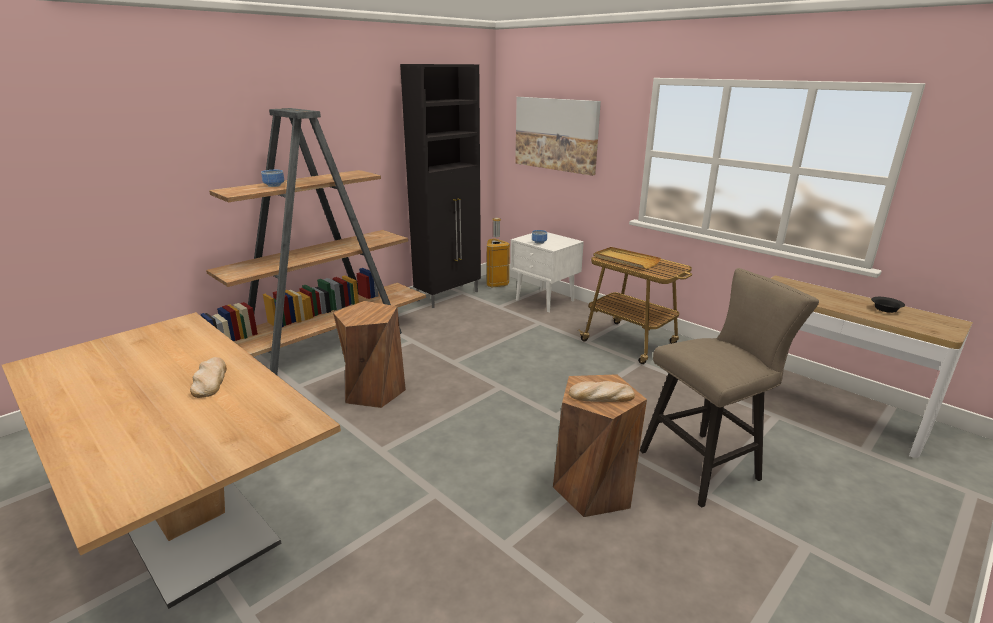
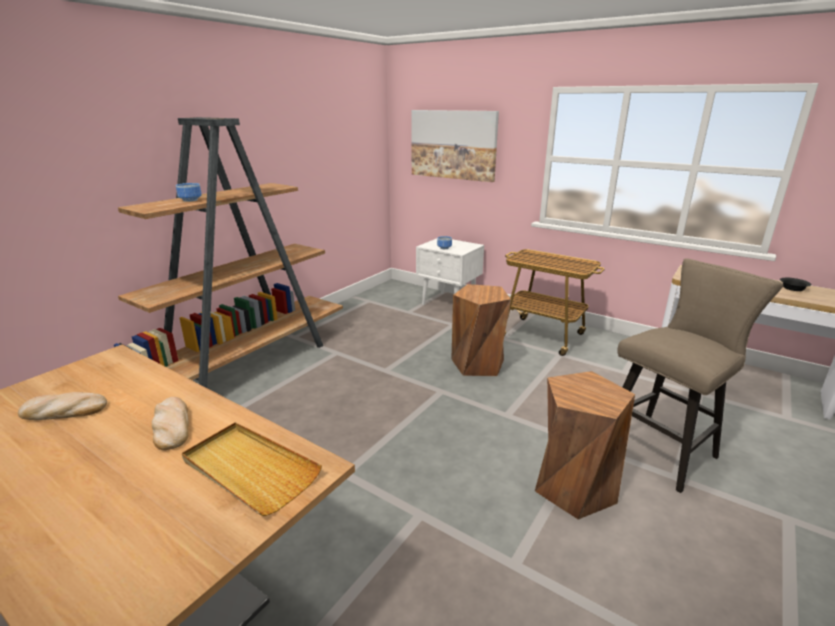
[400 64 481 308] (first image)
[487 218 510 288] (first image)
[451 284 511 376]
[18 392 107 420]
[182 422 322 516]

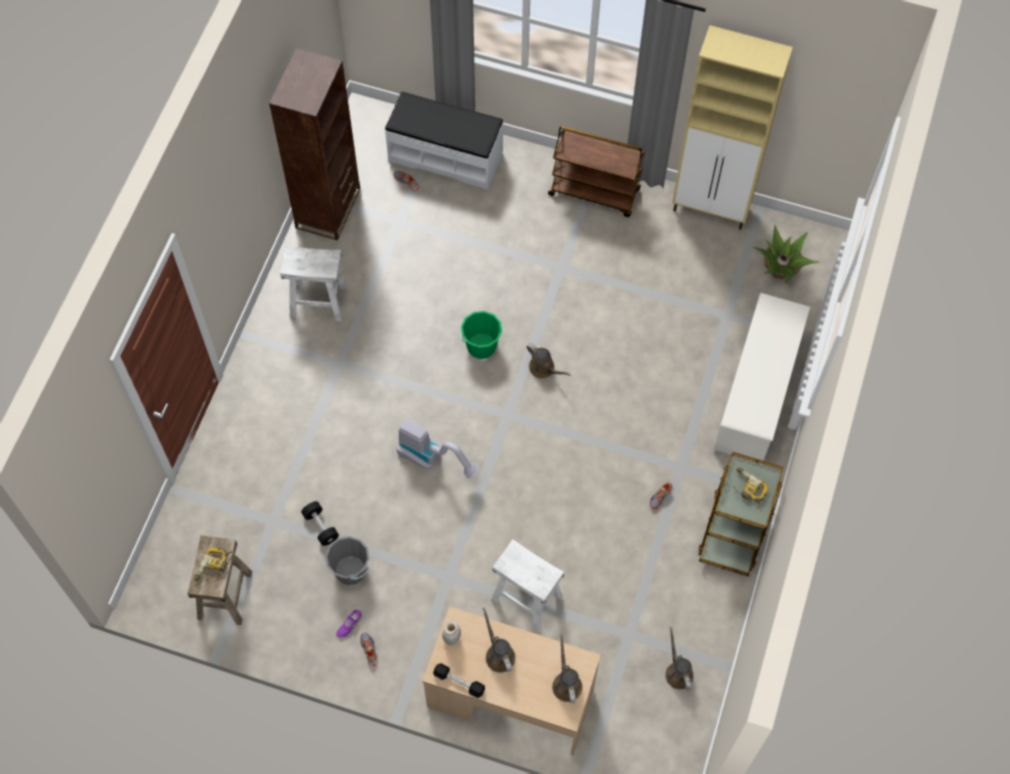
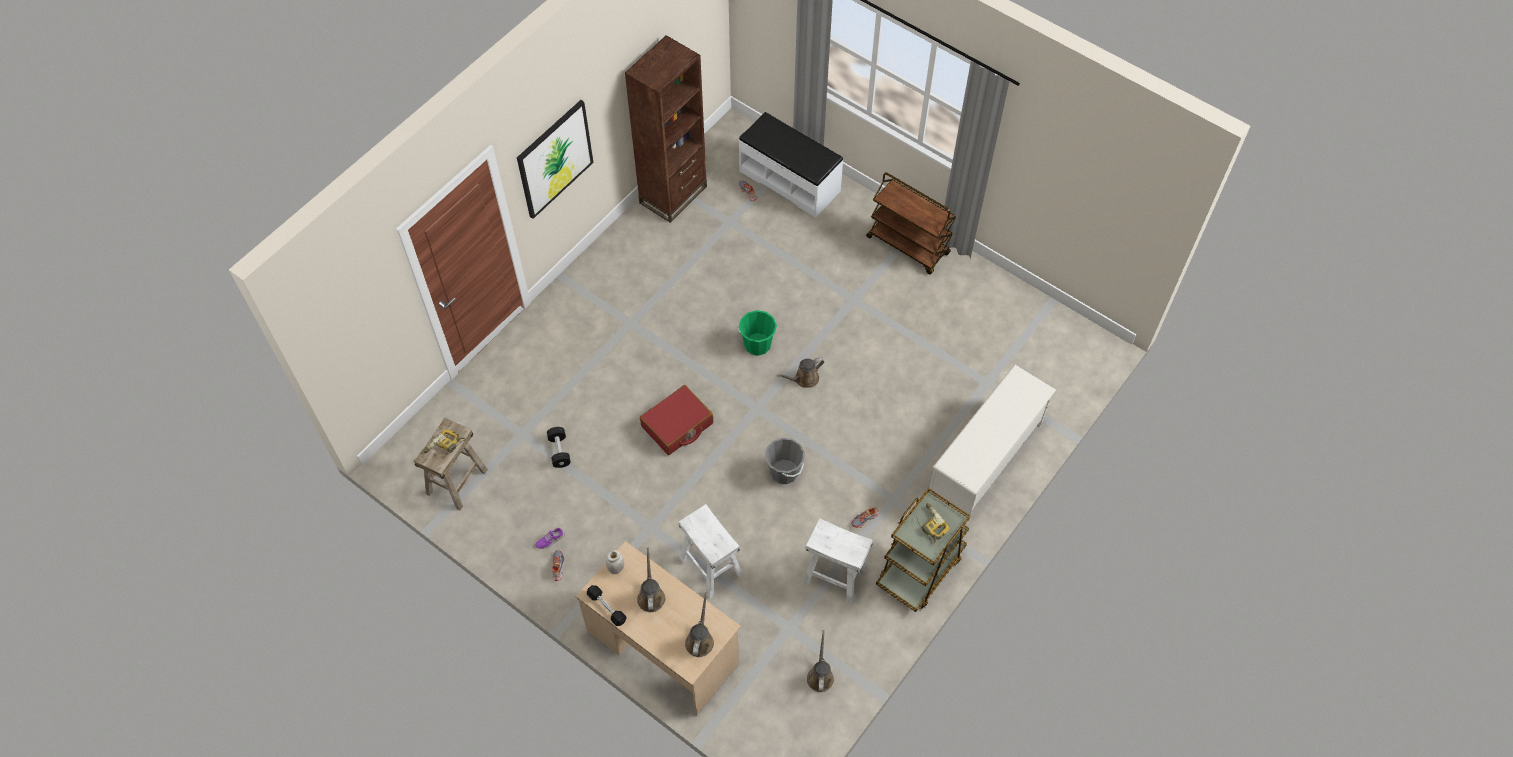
[672 25 793 230] (first image)
[753 225 820 283] (first image)
[517 100 594 219]
[803 518 873 604]
[765 438 805 484]
[640 385 713 455]
[777 358 824 388]

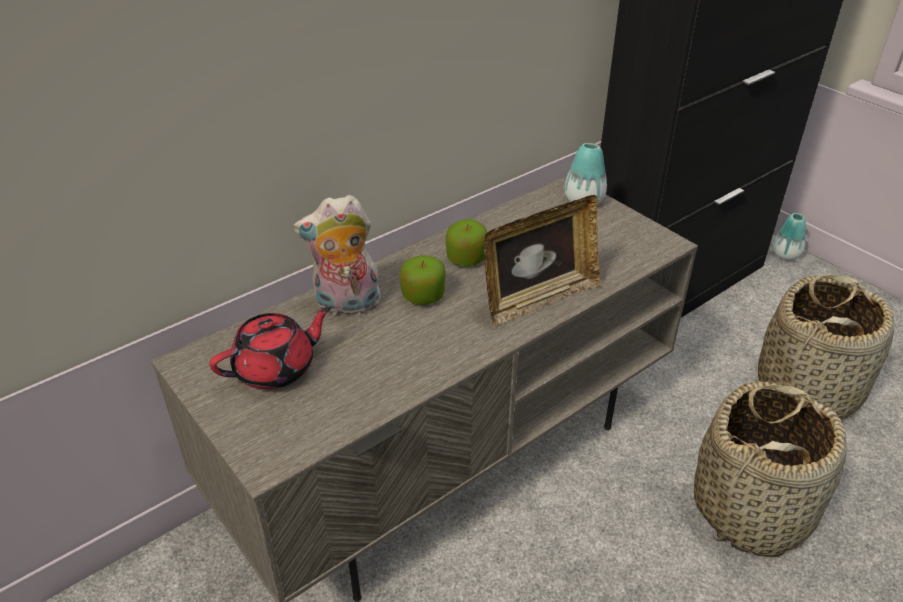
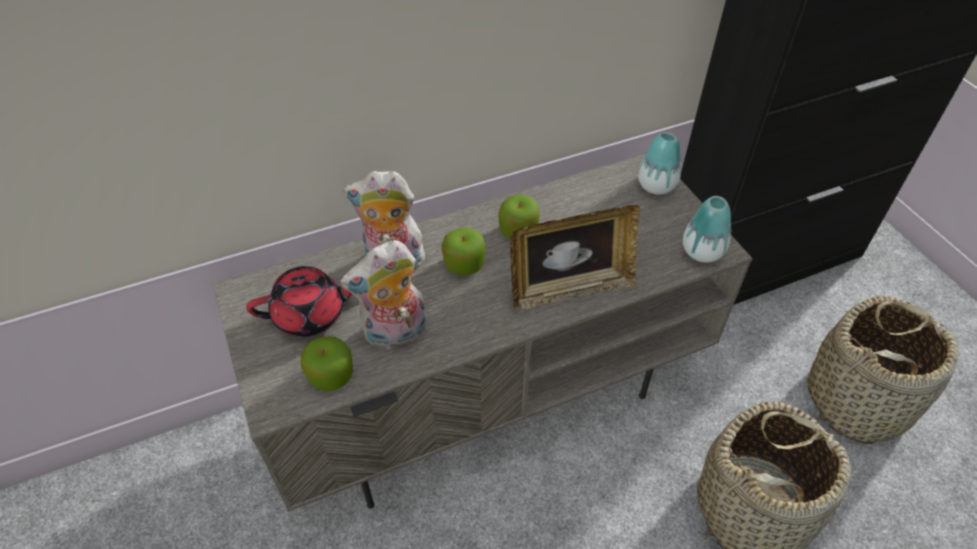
[301 336 353 391]
[340 240 426 350]
[683 196 731 263]

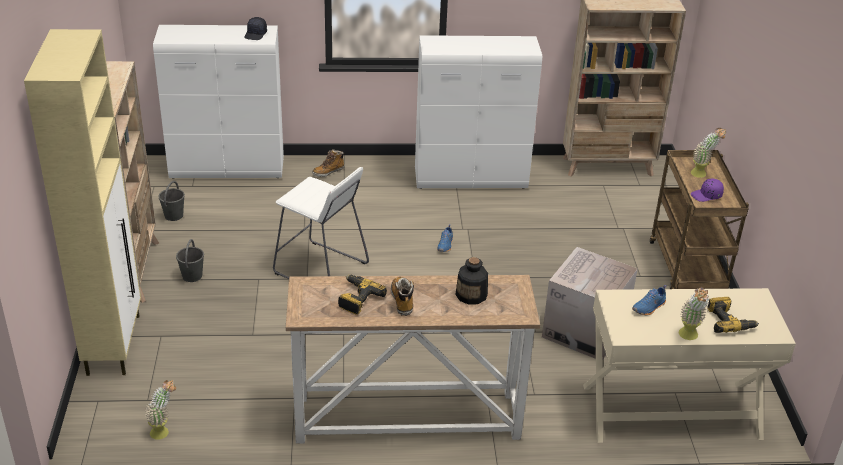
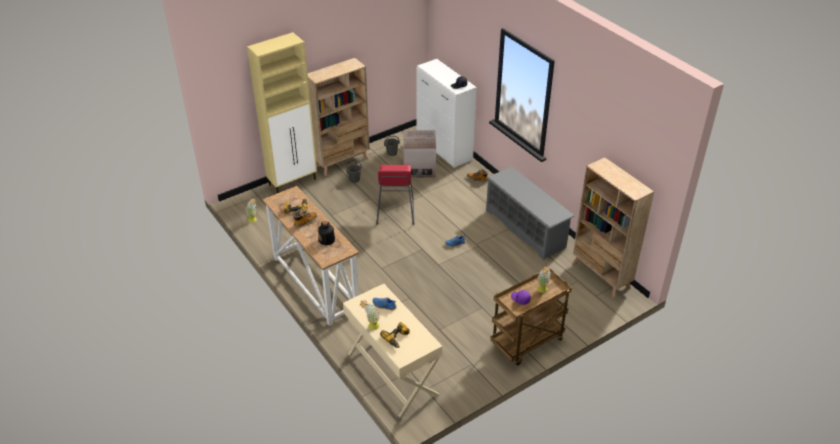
[403 130 436 178]
[486 166 575 260]
[376 165 414 225]

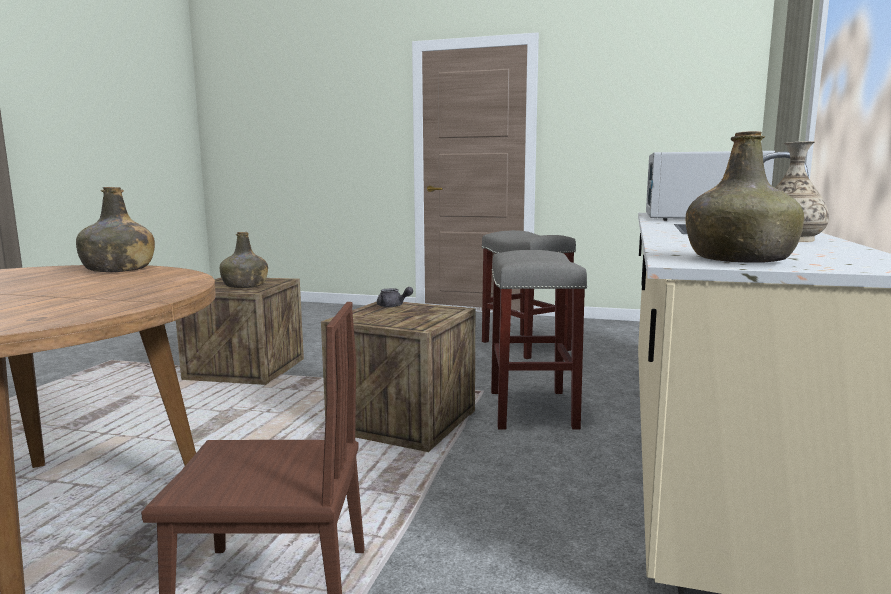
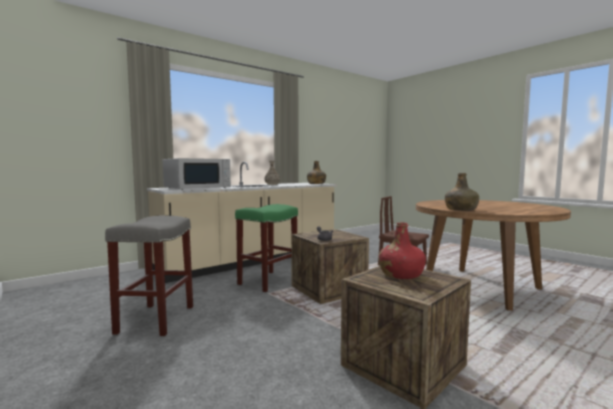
[379 222 426 279]
[235 204 298 292]

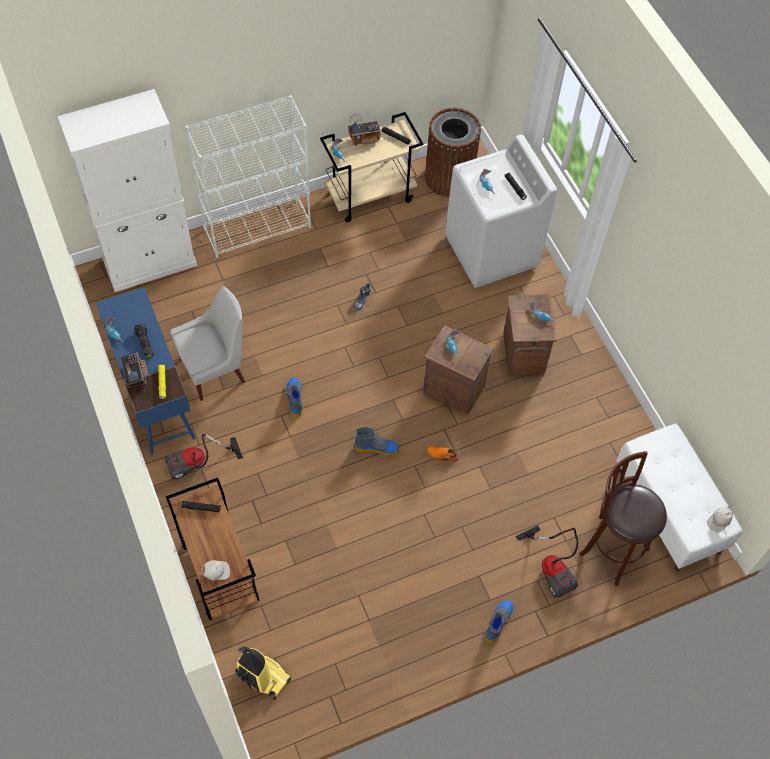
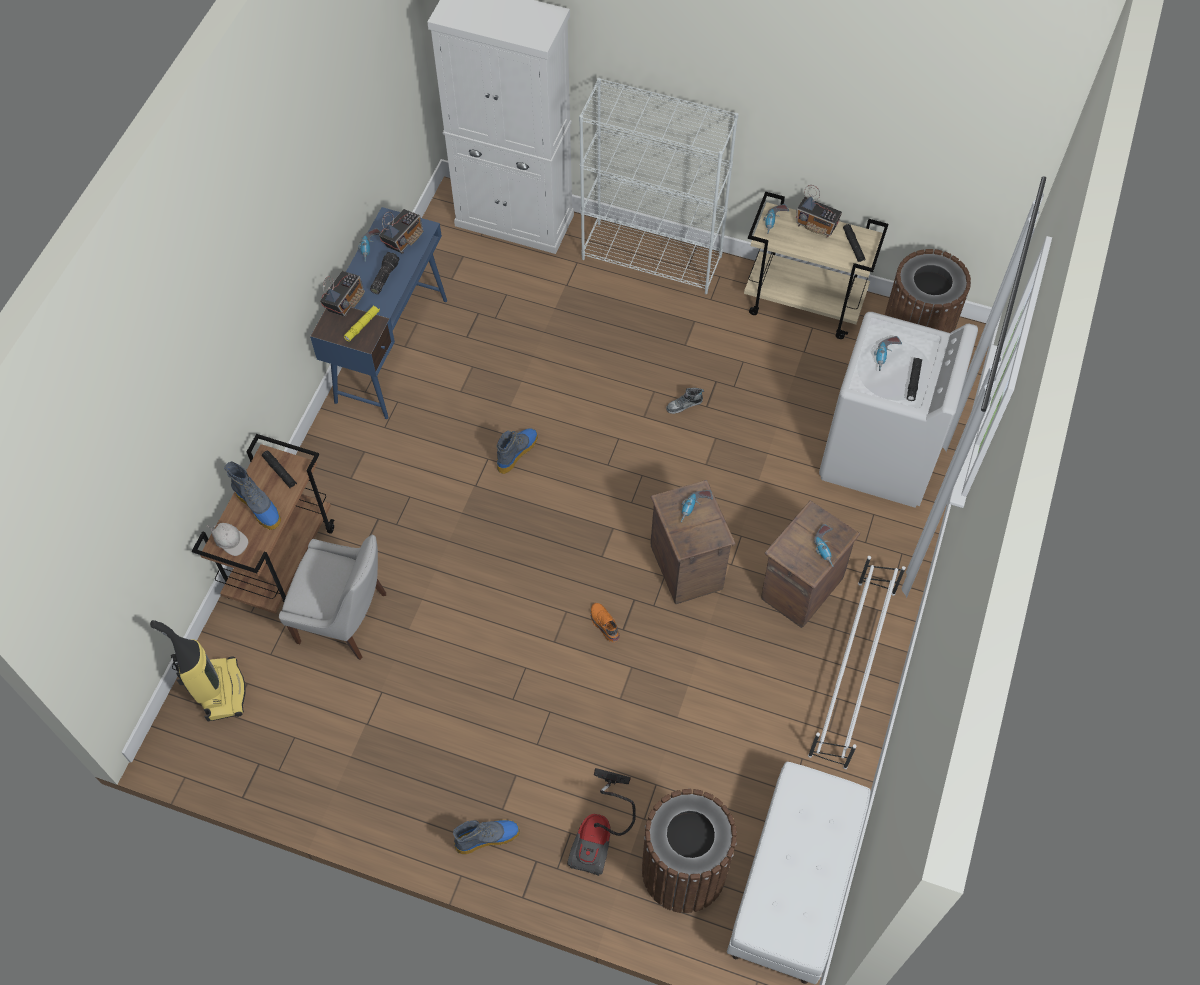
[165 434 243 479] (first image)
[707 504 733 532] (first image)
[379 209 424 254]
[808 556 906 769]
[279 535 386 660]
[224 461 281 530]
[642 789 737 913]

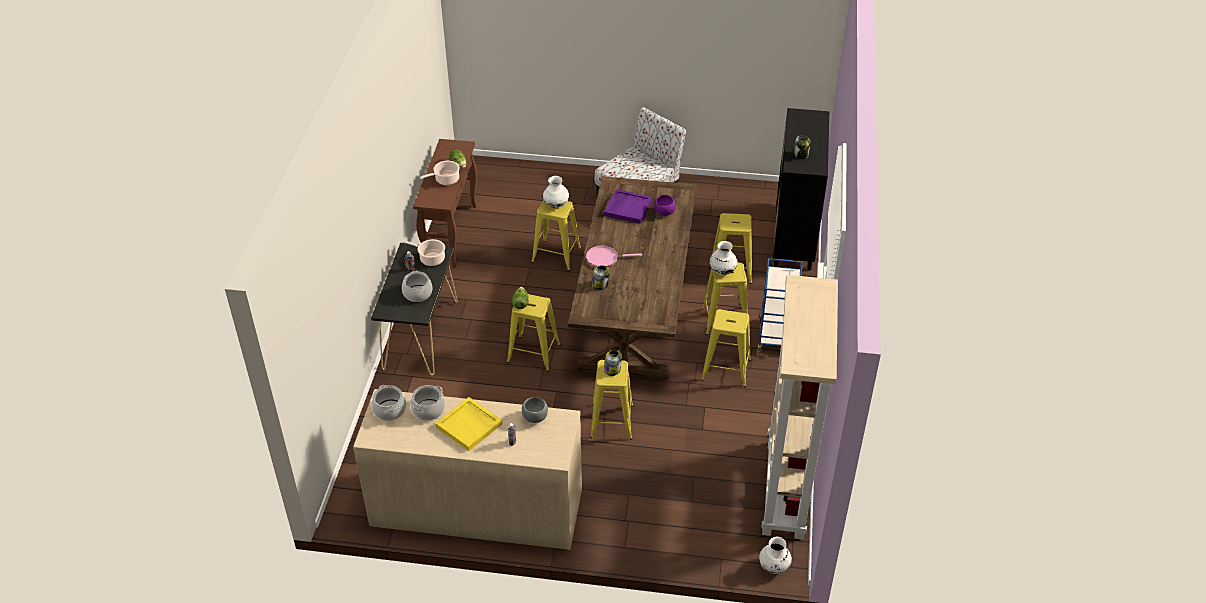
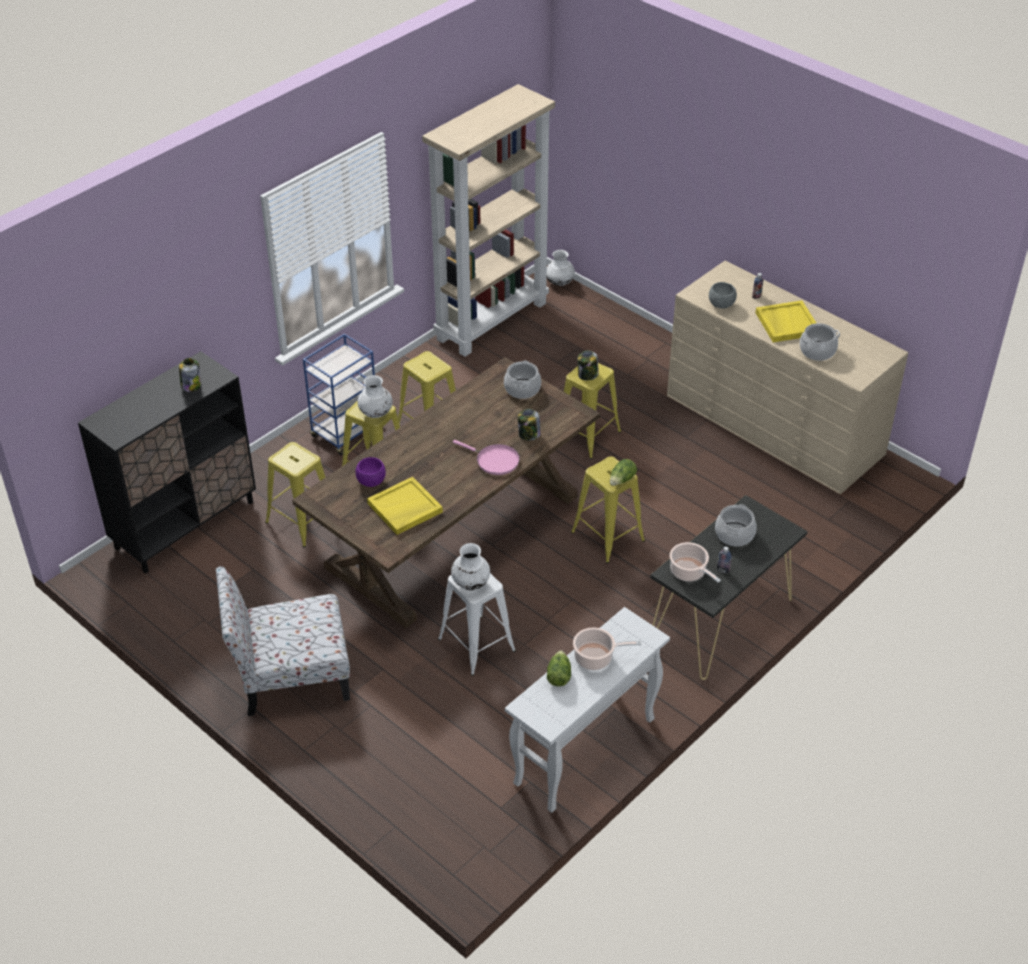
[504 361 541 399]
[505 607 670 813]
[438 573 516 676]
[367 477 443 535]

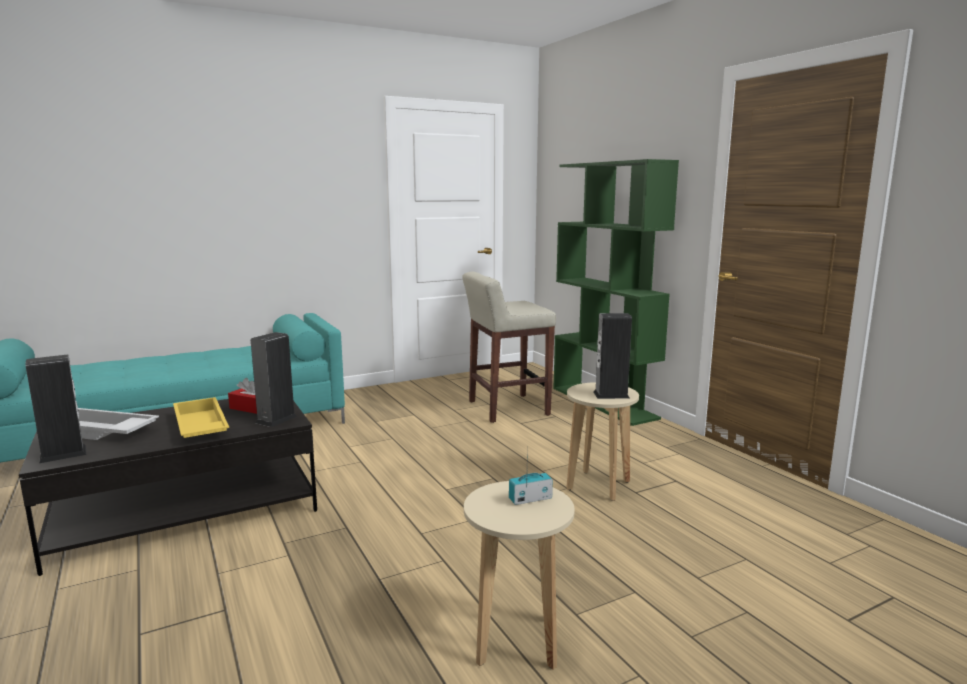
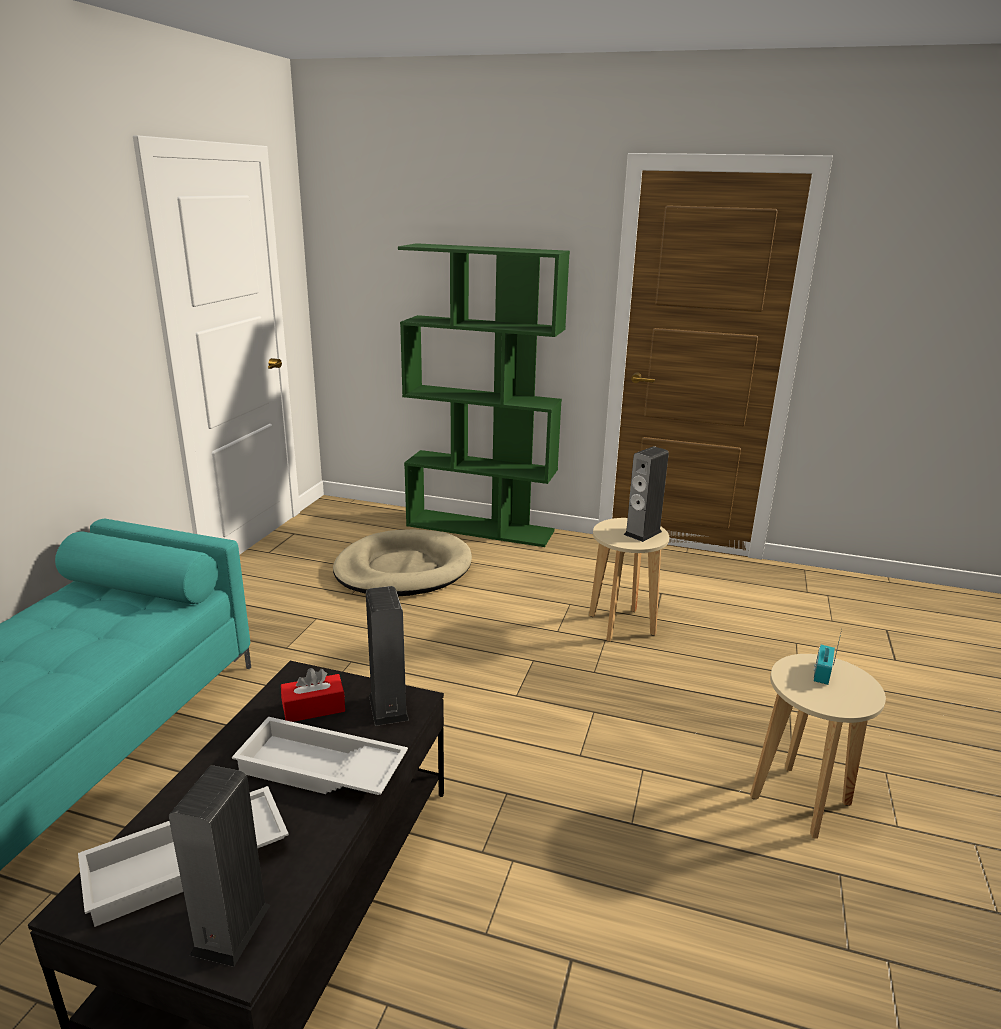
[333 529 472 596]
[232 717 408 795]

